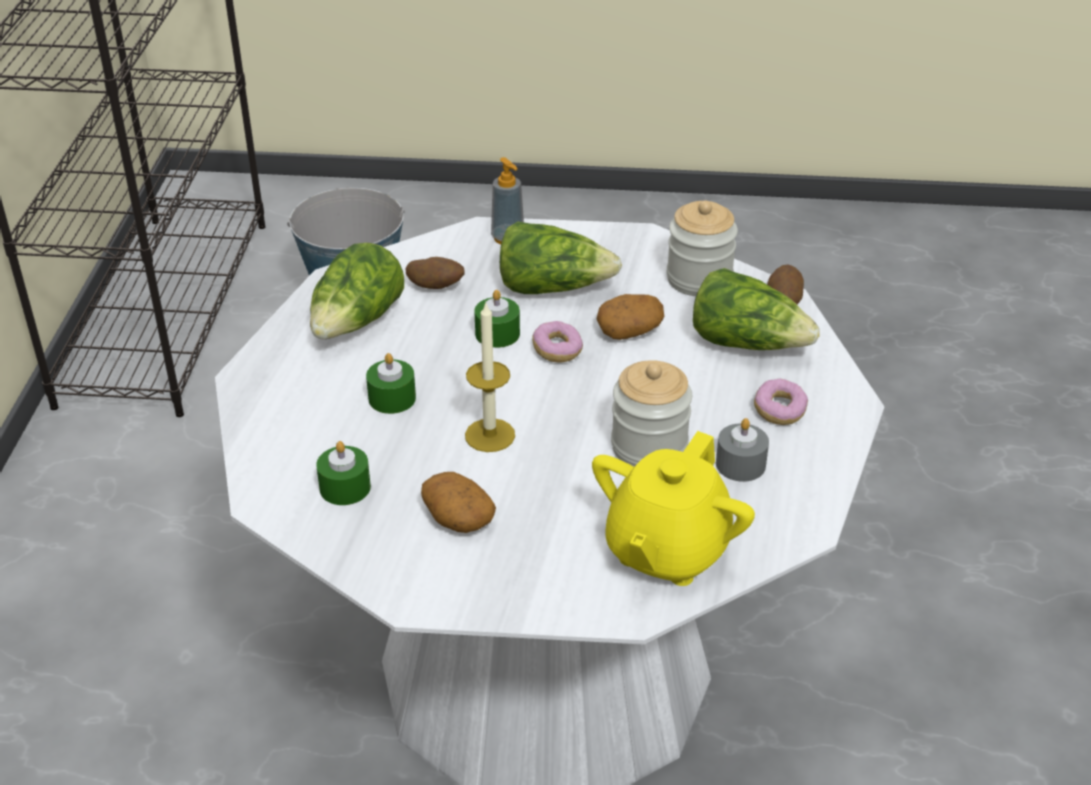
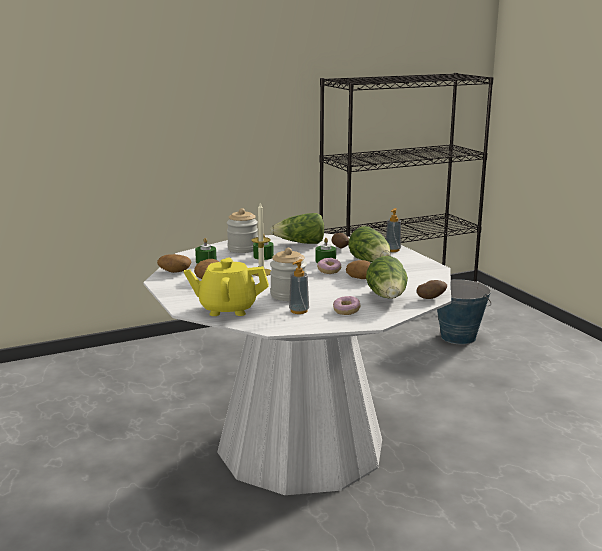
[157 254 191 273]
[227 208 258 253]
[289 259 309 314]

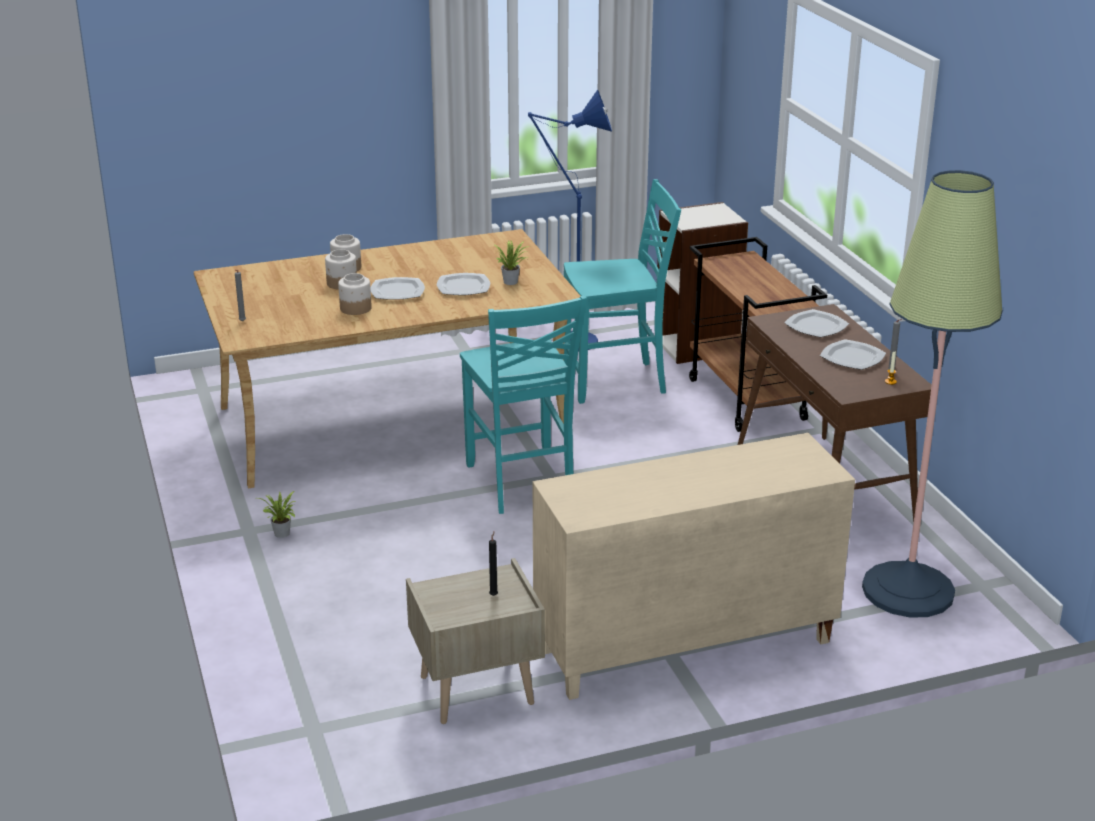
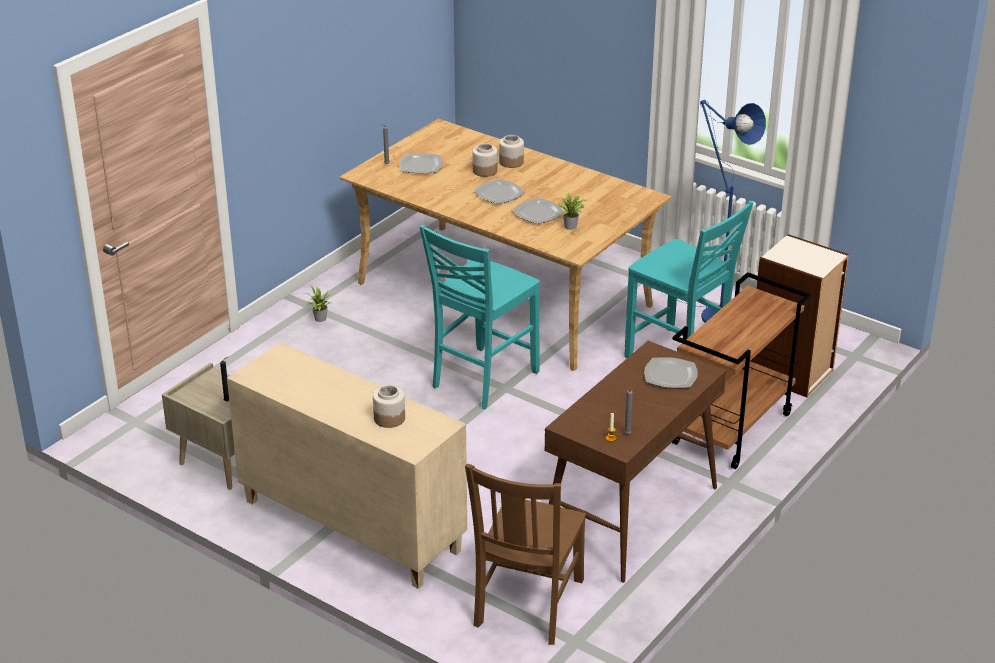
[373 385 405 428]
[399 153 443 174]
[465 464 586 645]

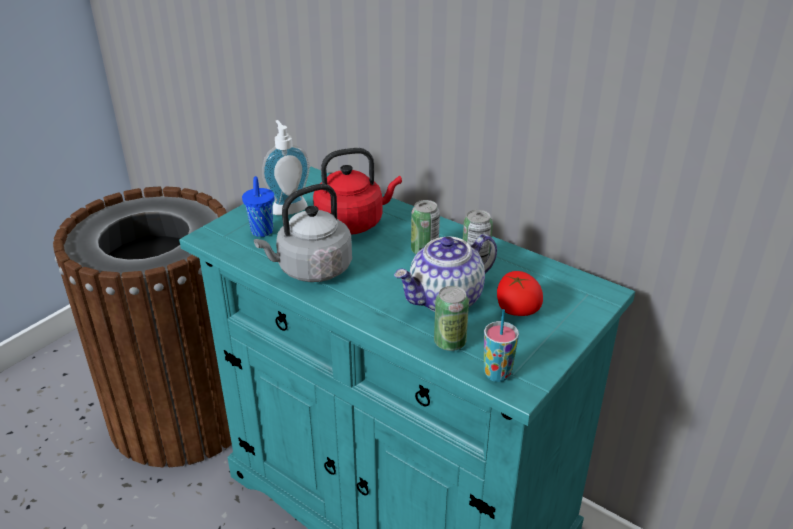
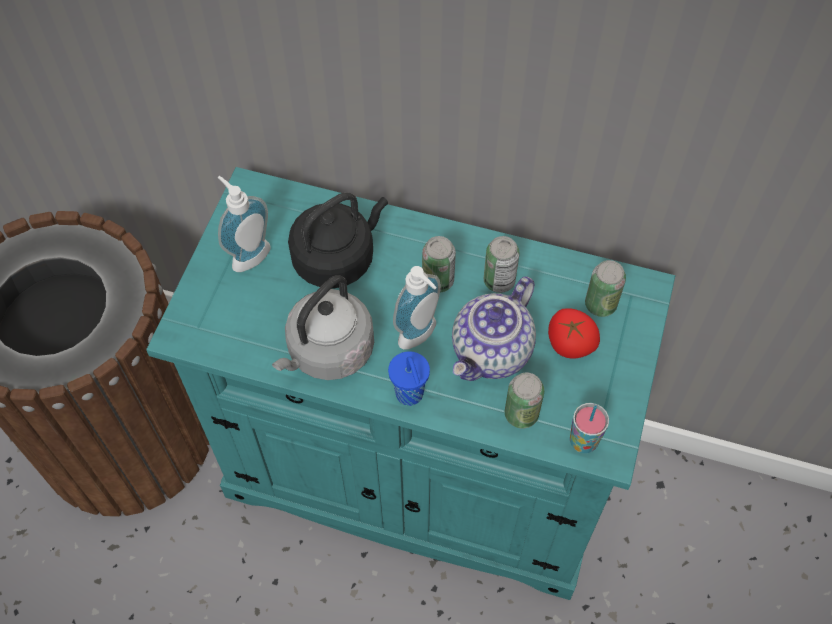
[393 266 441 349]
[585 260 626 317]
[388 351 430 406]
[288 192 388 289]

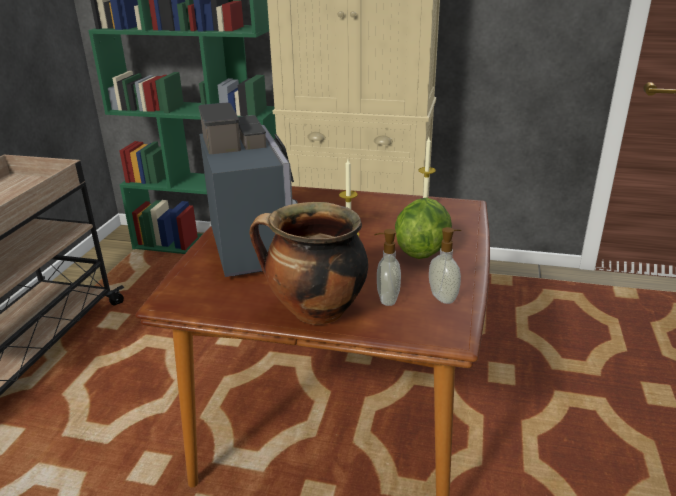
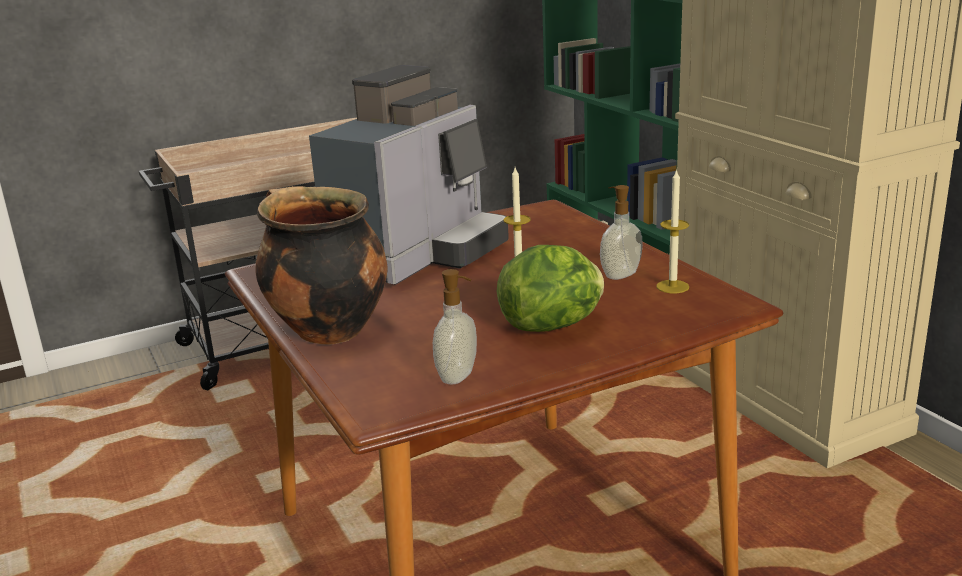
[600 185 643 280]

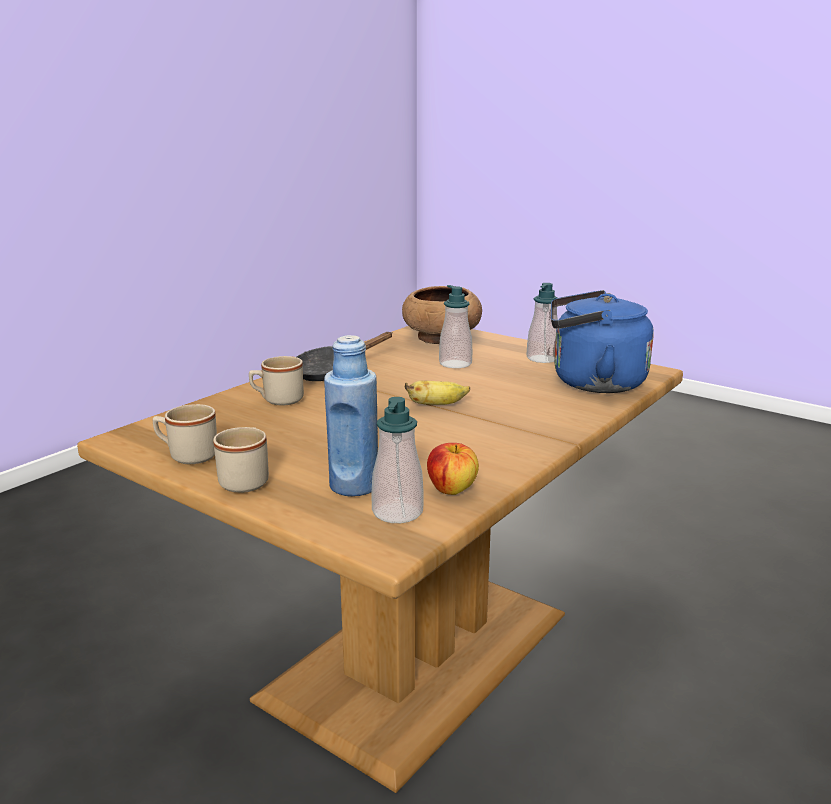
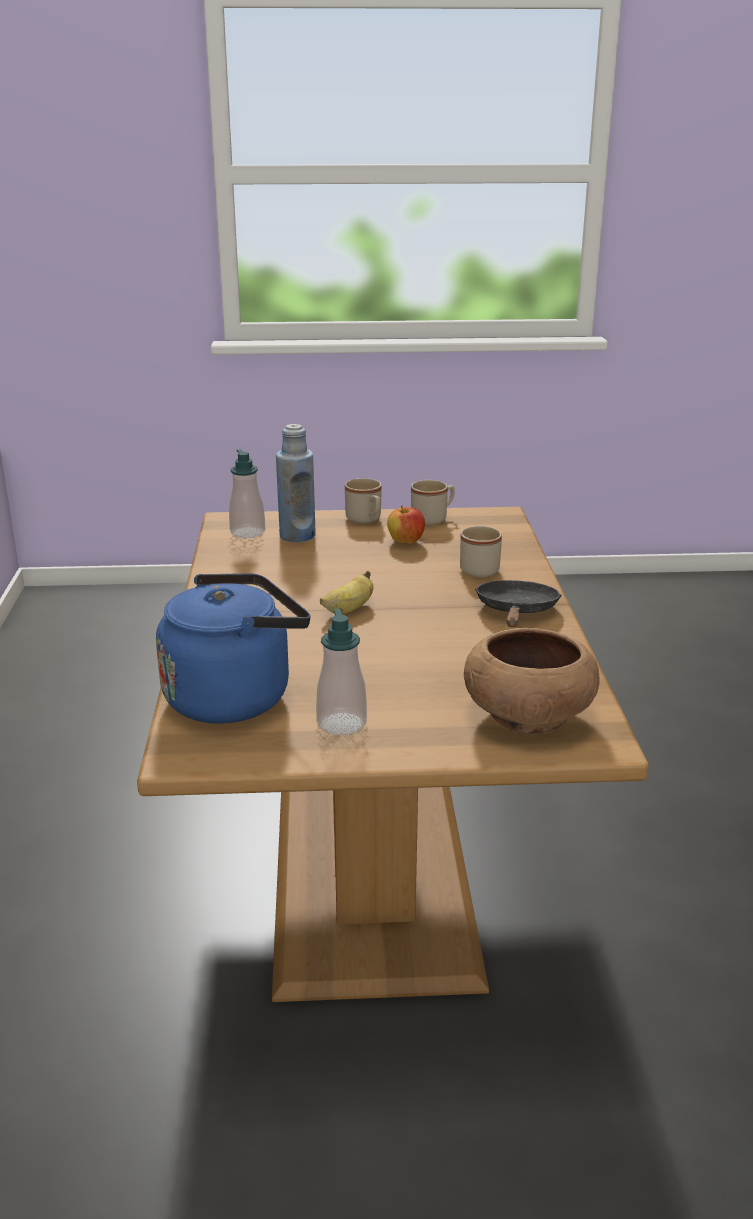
[439 285 472 368] (first image)
[387 505 425 544]

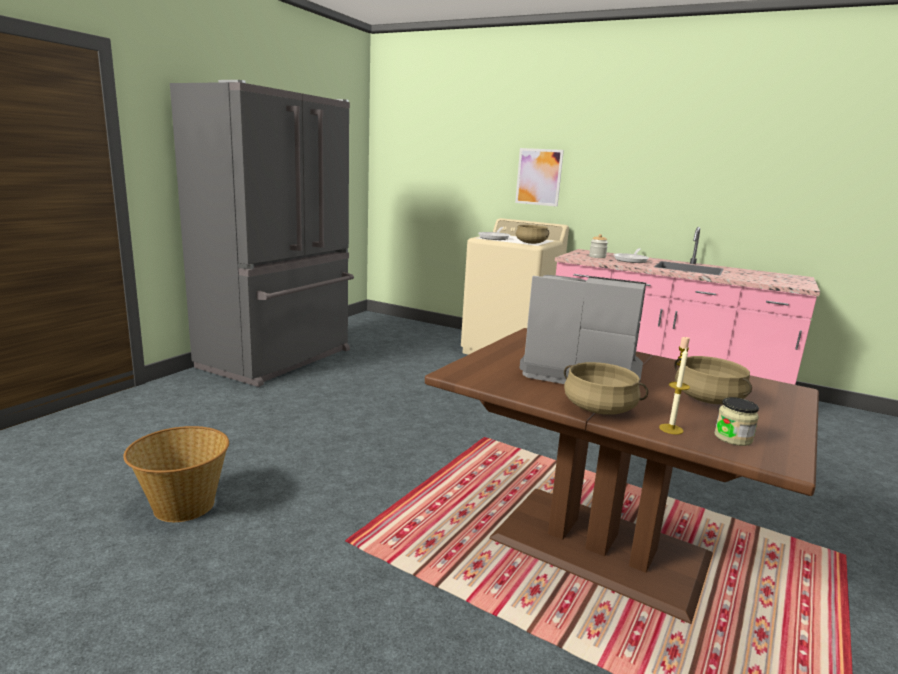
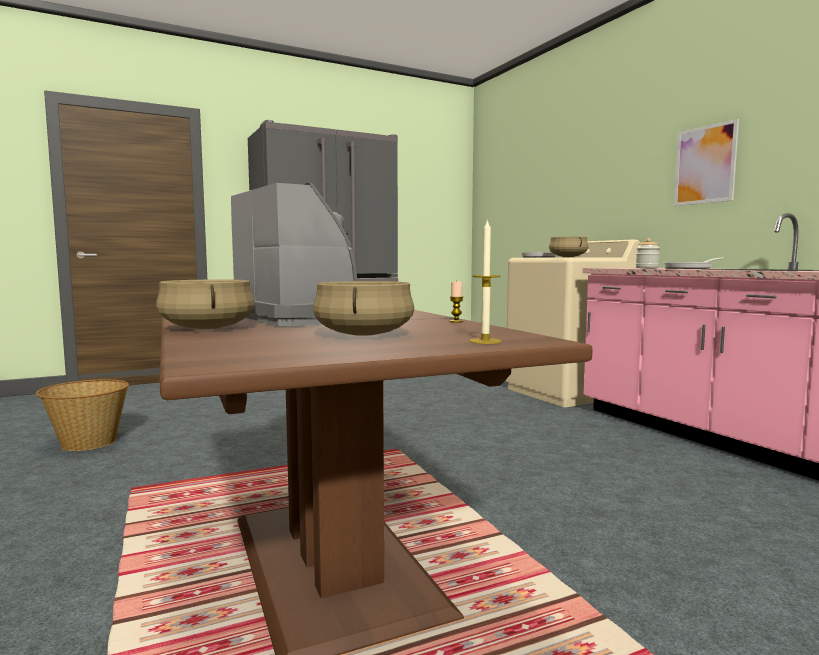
[714 397 759 446] (first image)
[674 119 739 206]
[469 219 502 344]

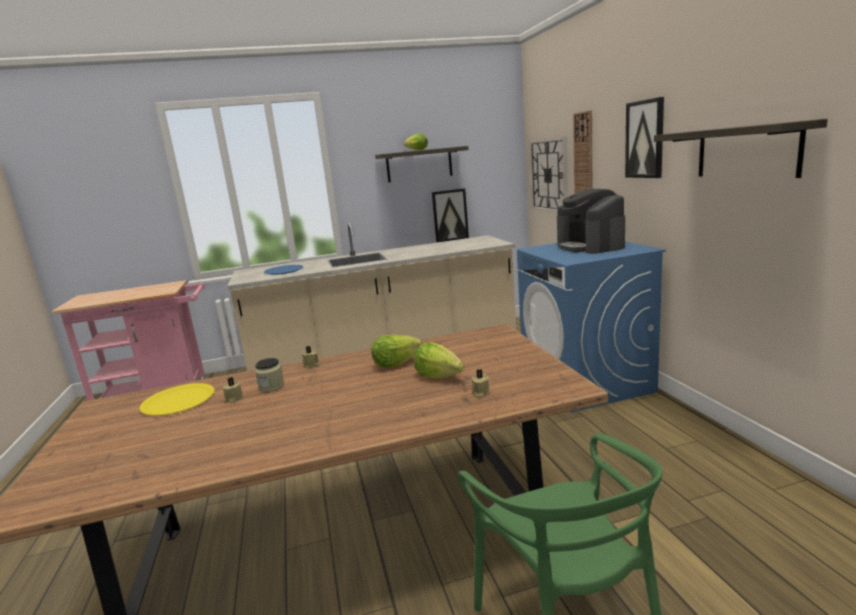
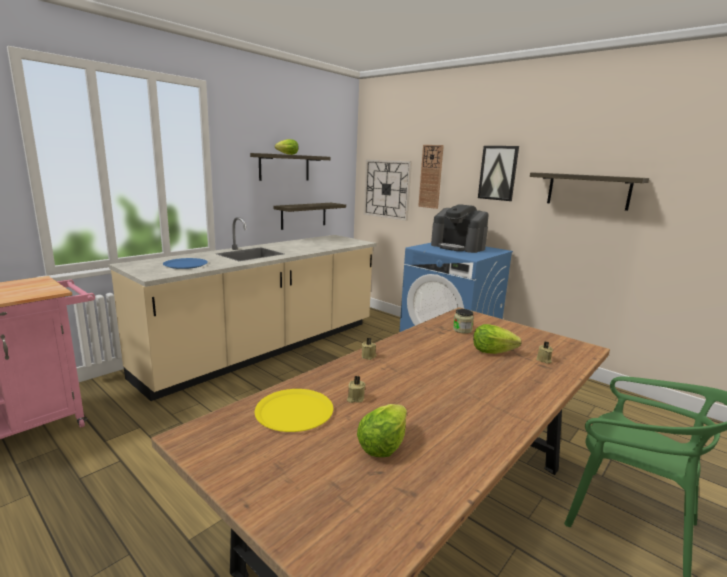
[453 309 474 334]
[357 404 407 457]
[273 203 346 230]

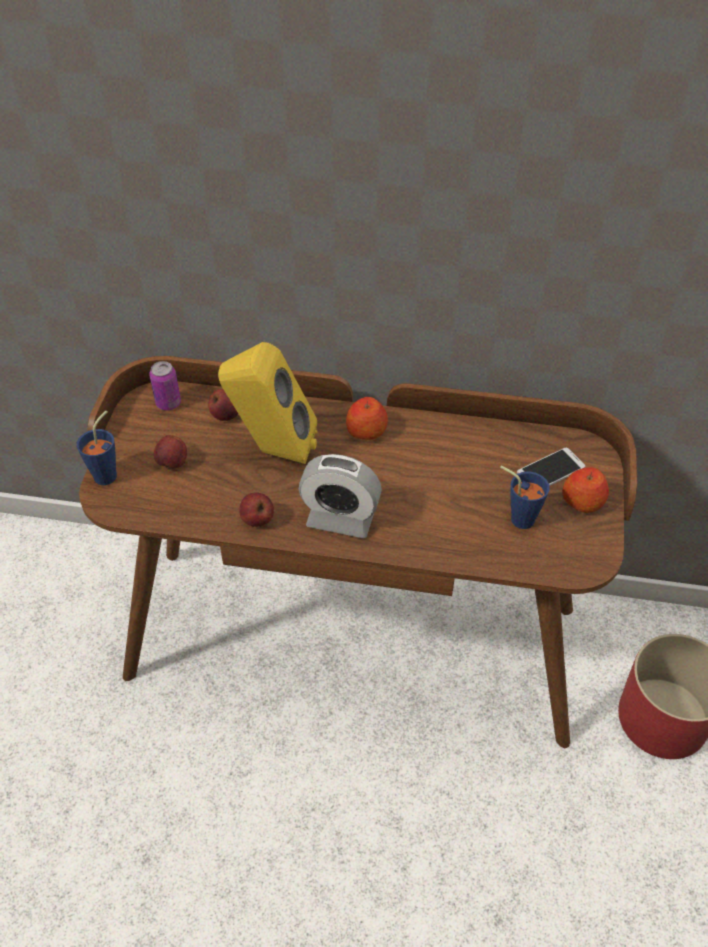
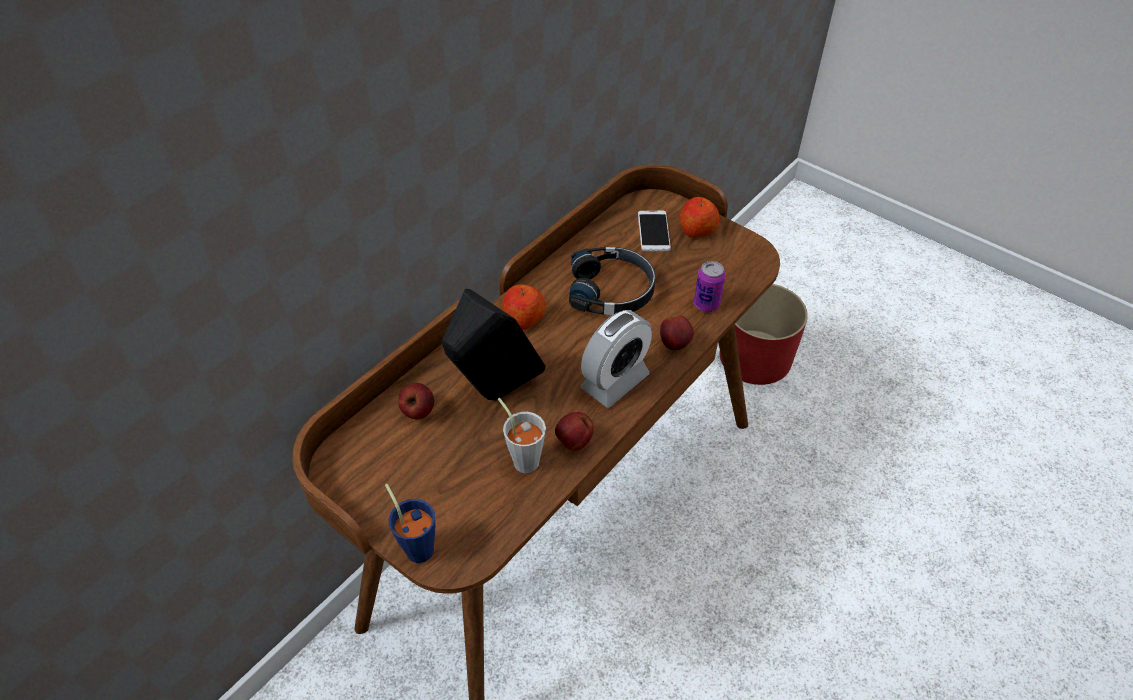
[500 466 550 529] (first image)
[498 398 546 473]
[569 247 656 315]
[694 261 726 312]
[660 316 694 350]
[441 289 546 401]

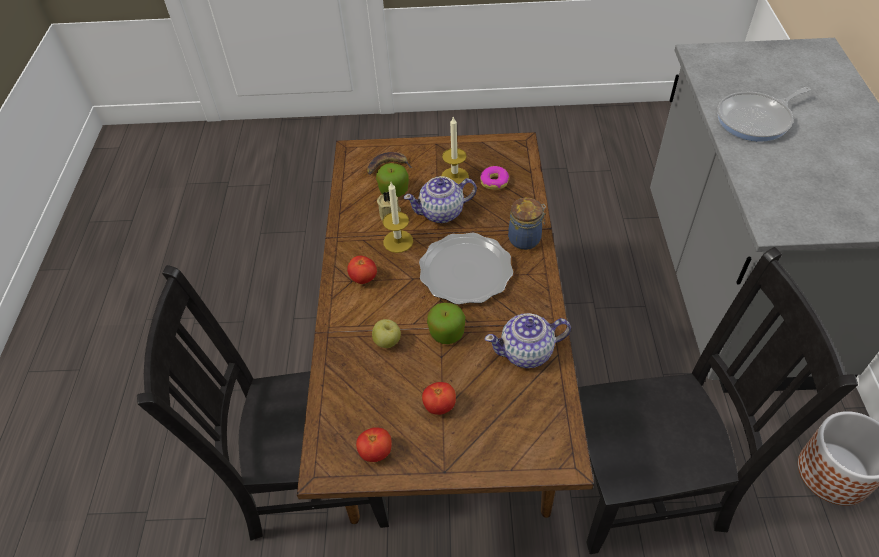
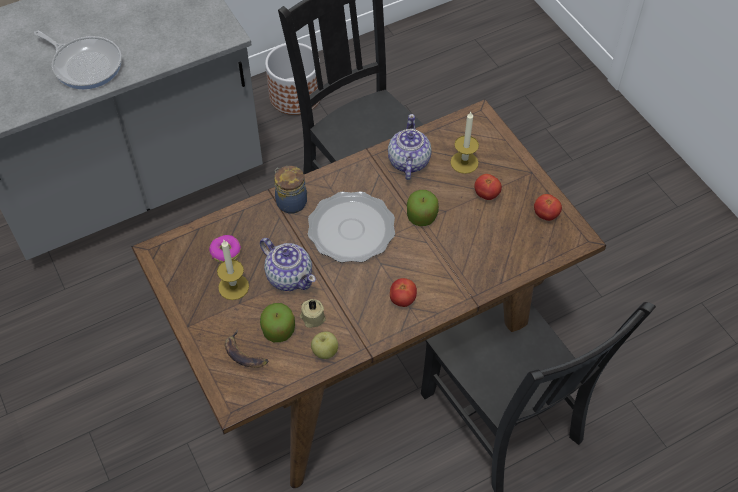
[311 332 338 359]
[450 112 479 174]
[388 114 432 180]

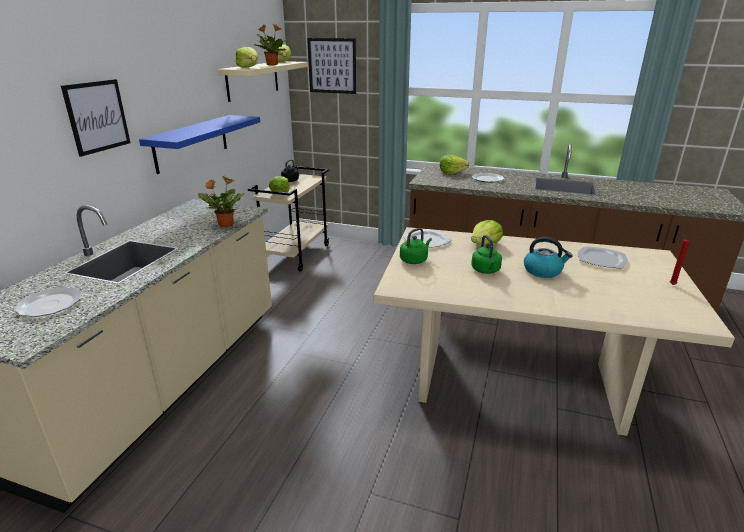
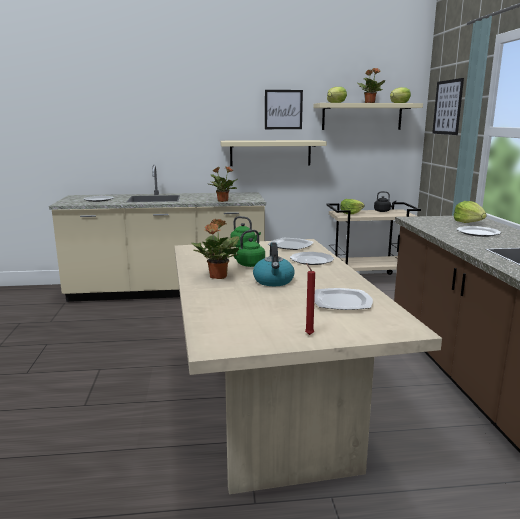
[192 219 240 279]
[265 90 303 129]
[290 252 334 265]
[220 140 327 166]

